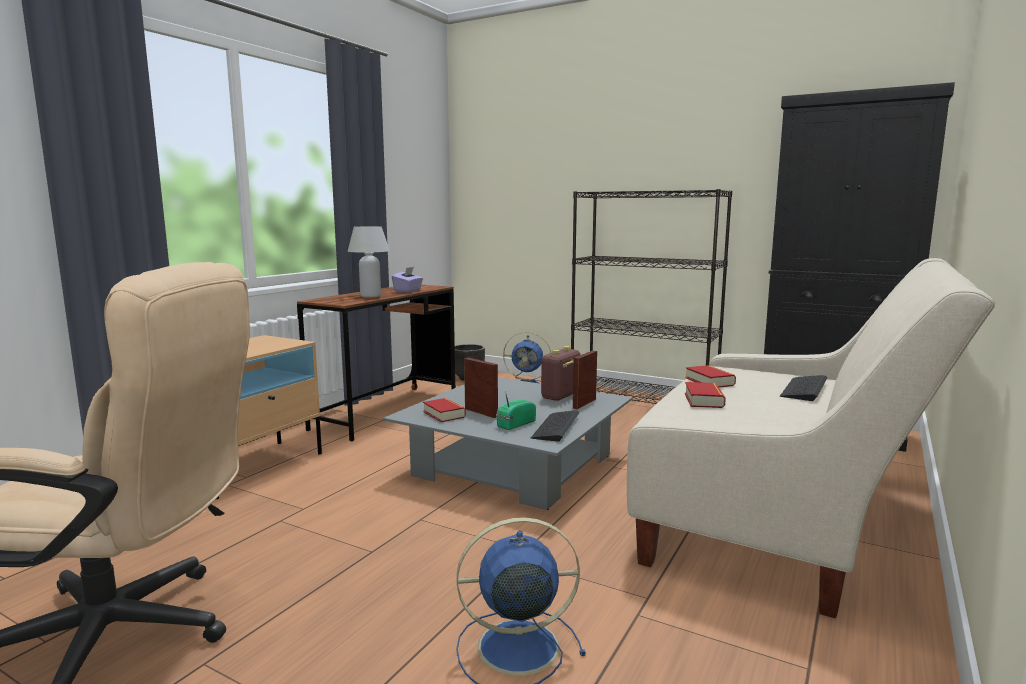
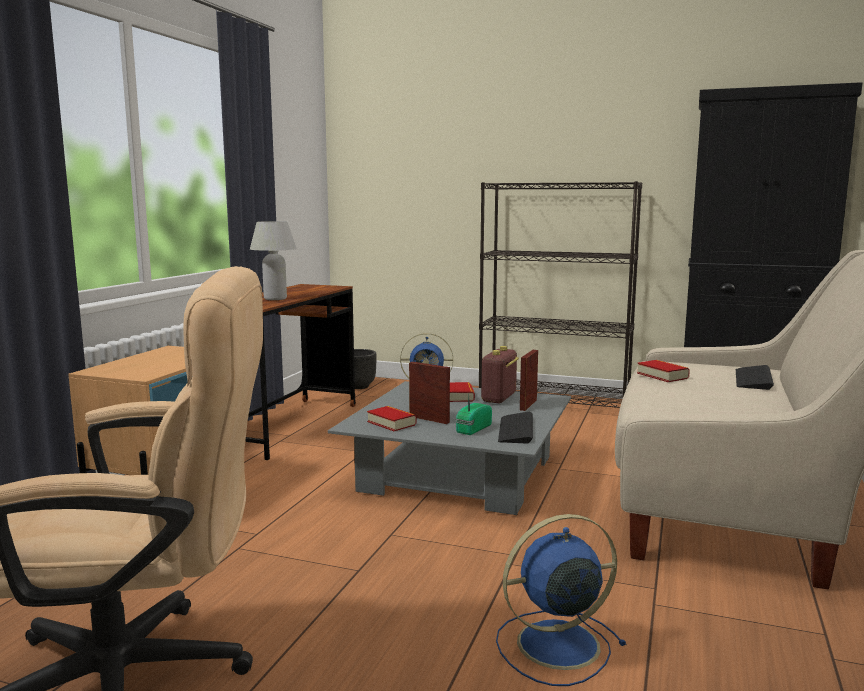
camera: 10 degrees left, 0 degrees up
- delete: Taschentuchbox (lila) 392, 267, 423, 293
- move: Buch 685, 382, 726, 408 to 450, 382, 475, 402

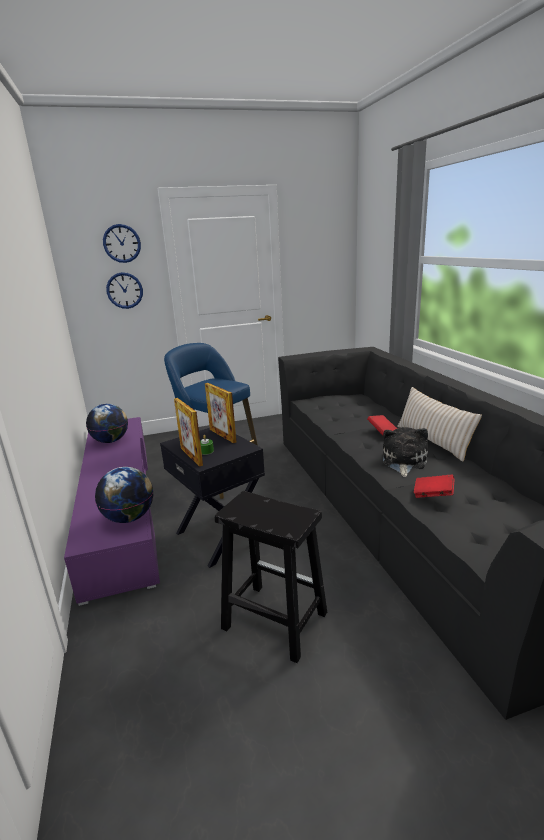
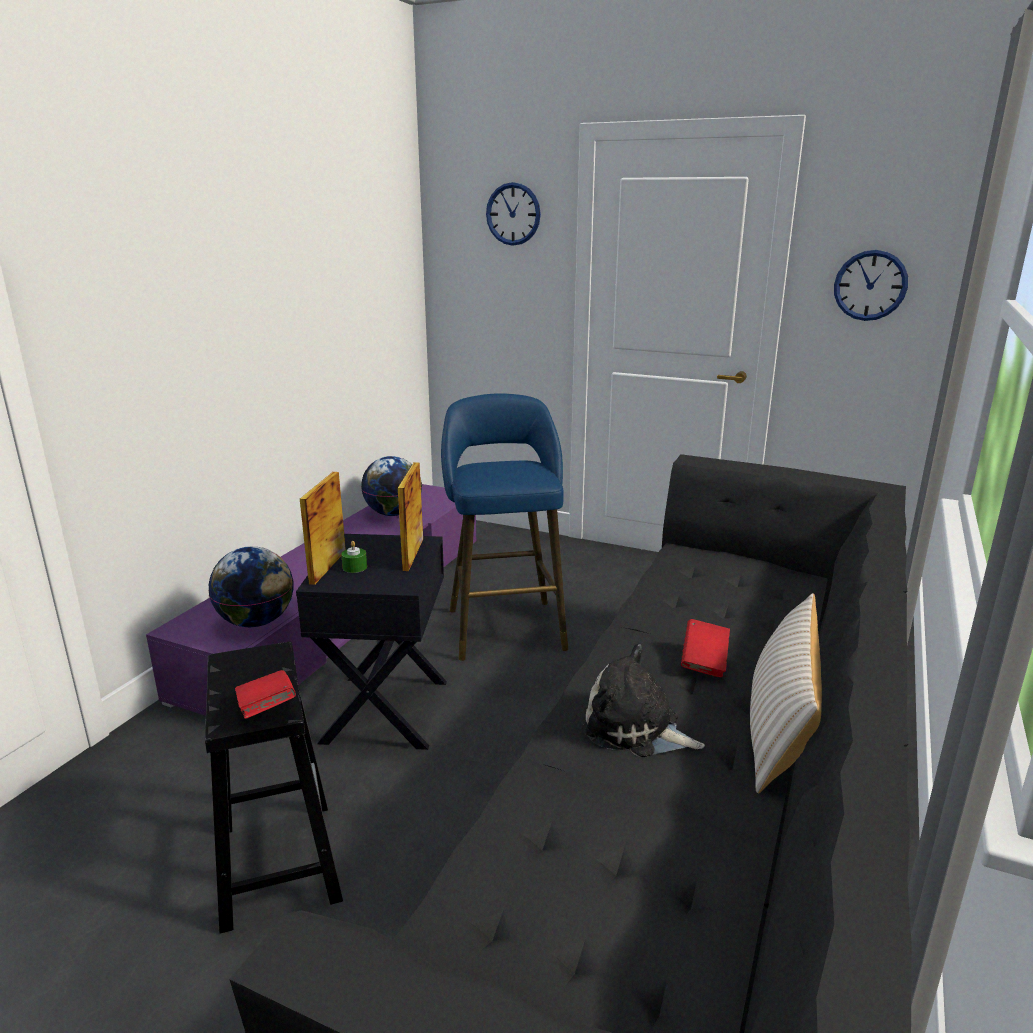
camera: 40 degrees right, 0 degrees up
- move: Wanduhr 106, 272, 143, 309 to 834, 250, 908, 321
- move: Buch (rot) 414, 474, 455, 498 to 235, 670, 296, 719
- rotate: Plüschtier 383, 427, 428, 477 = 582, 644, 705, 758 120 degrees counterclockwise

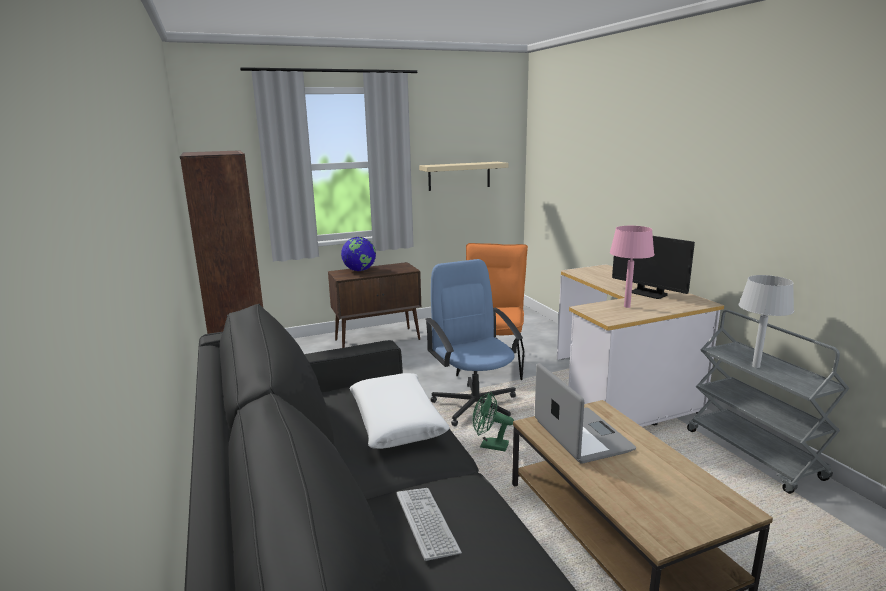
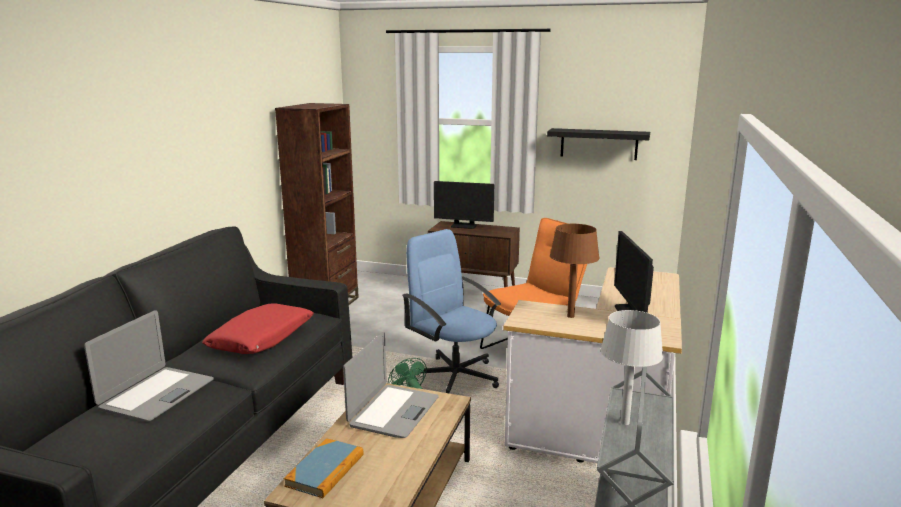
camera: 40 degrees right, 0 degrees up
- insert: Buch 284, 438, 364, 498
- replace: Globus 341, 237, 376, 271 to Monitor 434, 181, 494, 229
- replace: Tastatur 397, 488, 462, 561 to Laptop 84, 310, 214, 421
- recolor: Kissen (weiß) 349, 373, 450, 449 to Kissen (rot) 202, 303, 314, 354
- recolor: Wandregal (beige) 419, 162, 508, 191 to Wandregal (schwarz) 547, 128, 650, 160
- recolor: Tischlampe (rosa) 610, 226, 654, 308 to Tischlampe (braun) 550, 224, 600, 318
- rotate: Bürostuhl (blau) 425, 259, 523, 426 = 402, 229, 501, 394 60 degrees counterclockwise

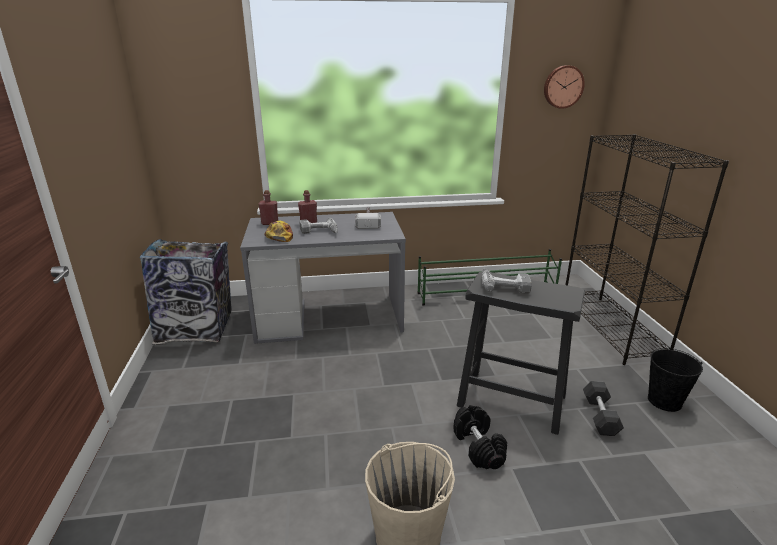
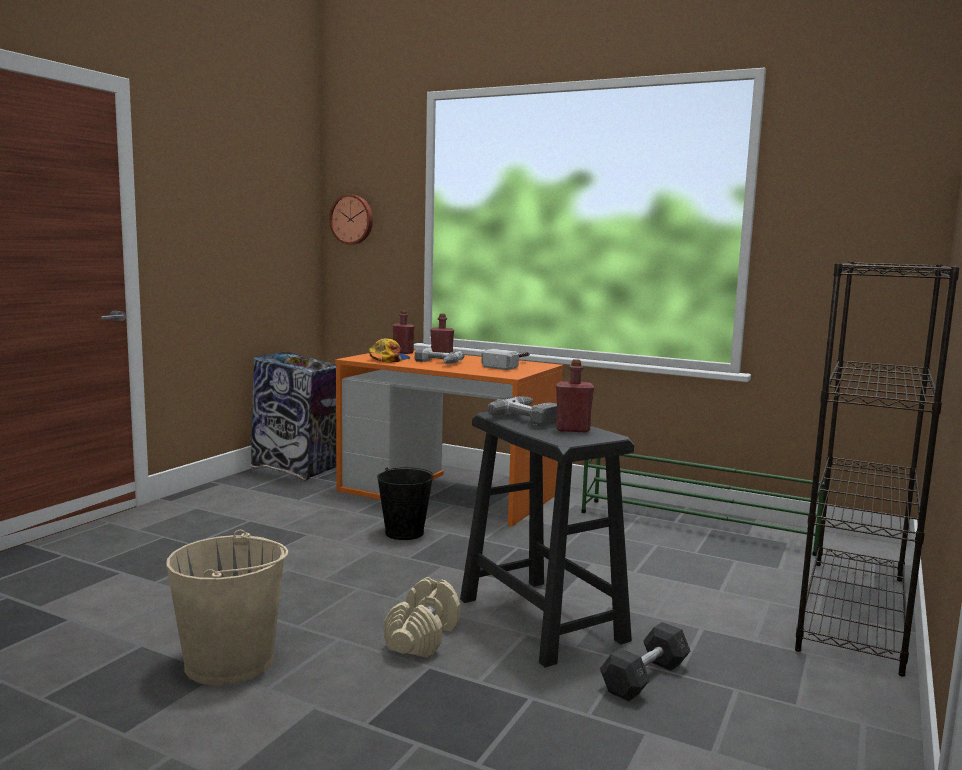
camera: 35 degrees right, 15 degrees down
- insert: Flasche (rot) 556, 359, 594, 432
- move: Wanduhr 544, 65, 585, 109 to 329, 194, 373, 245
- move: Eimer (schwarz) 648, 348, 703, 412 to 377, 467, 434, 540
- recolor: Schreibtisch (grau) 240, 212, 406, 344 to Schreibtisch (orange) 335, 350, 563, 527
- recolor: Hantel (schwarz) 453, 405, 507, 469 to Hantel (beige) 384, 577, 460, 658

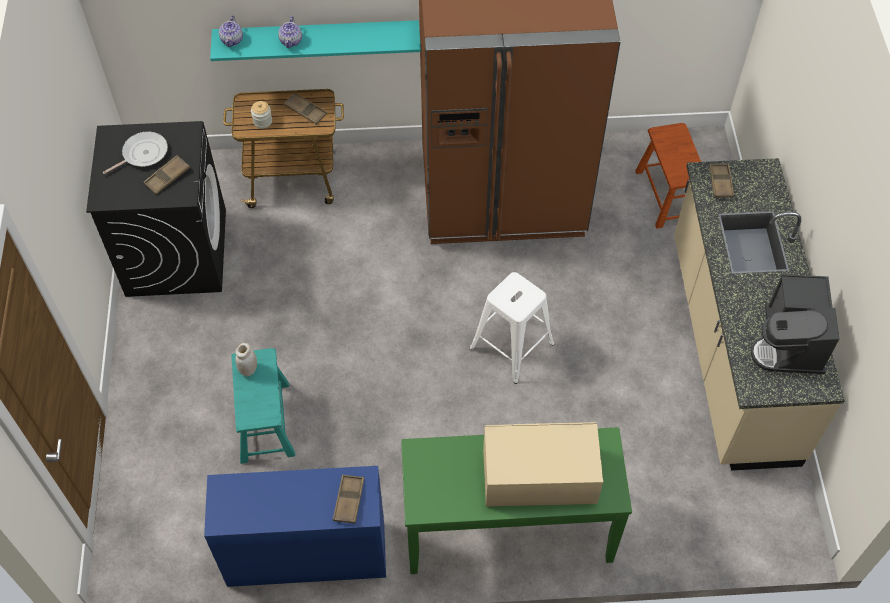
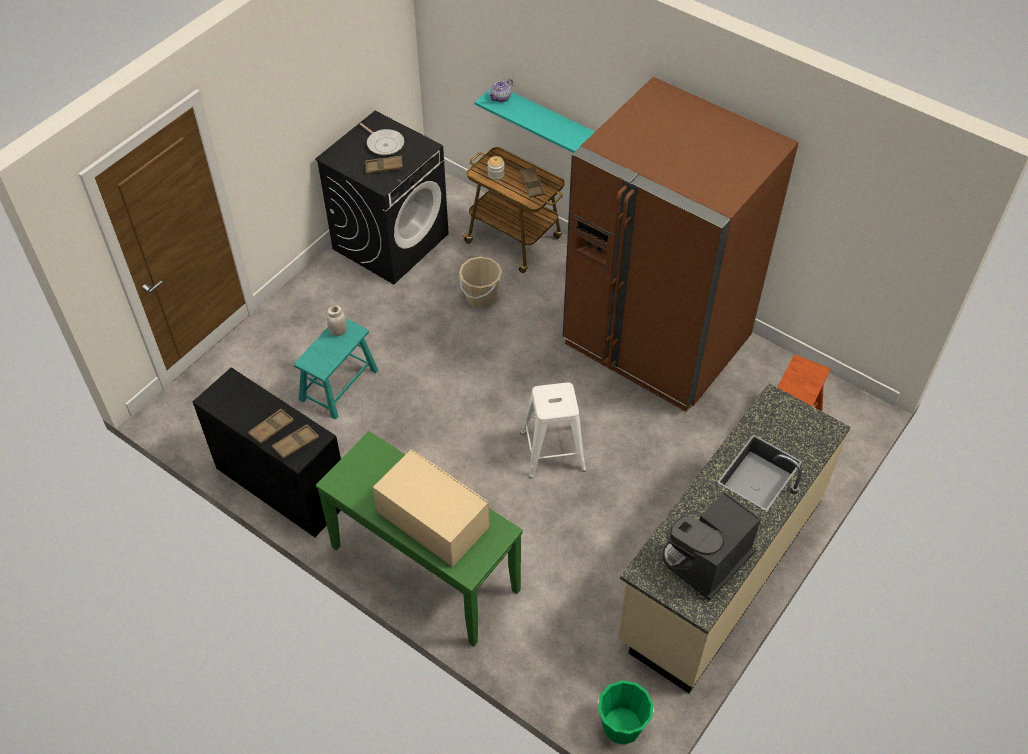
camera: 40 degrees right, 5 degrees down
- delete: Teekanne 278, 16, 302, 48
- insert: Eimer (beige) 459, 257, 502, 309
- insert: Eimer (grün) 598, 680, 654, 745
- move: Tablett (braun) 709, 164, 734, 198 to 248, 409, 294, 444
- recolor: Schreibtisch (blau) 204, 466, 386, 587 to Schreibtisch (schwarz) 193, 367, 341, 537
- rotate: Pfanne 102, 132, 168, 174 = 360, 123, 404, 156 45 degrees clockwise

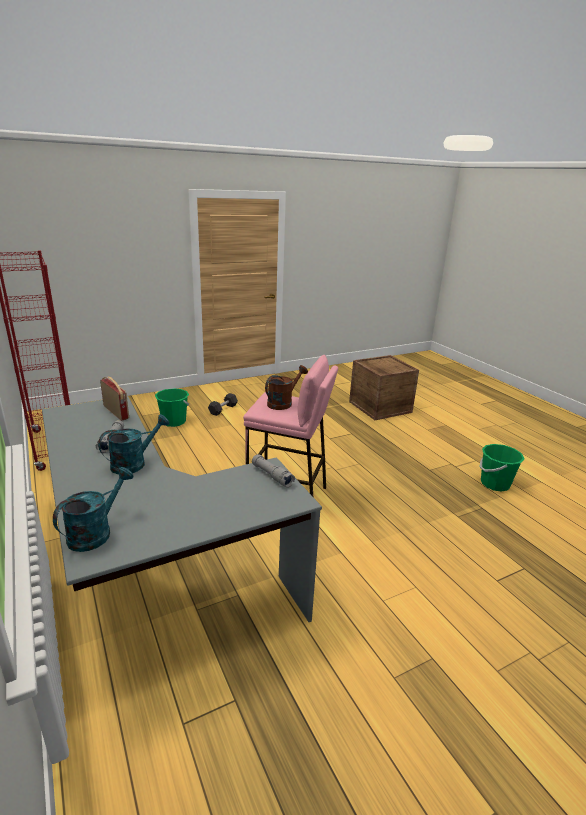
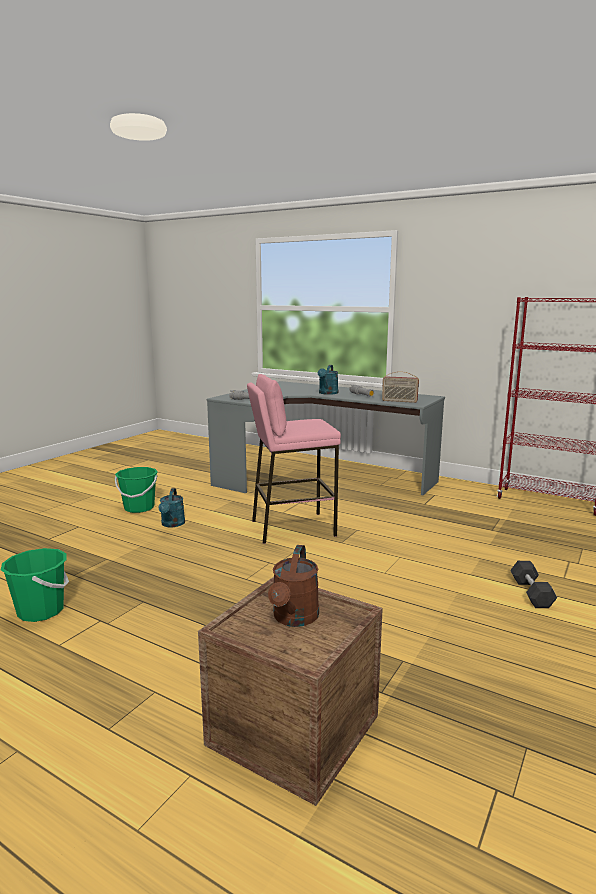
camera: 150 degrees right, 10 degrees down
- move: Gießkanne (türkis) 53, 467, 133, 552 to 159, 488, 185, 527
- move: Eimer (grün) 155, 388, 189, 427 to 115, 467, 158, 513
- move: Gießkanne (braun) 265, 365, 308, 410 to 268, 545, 319, 627

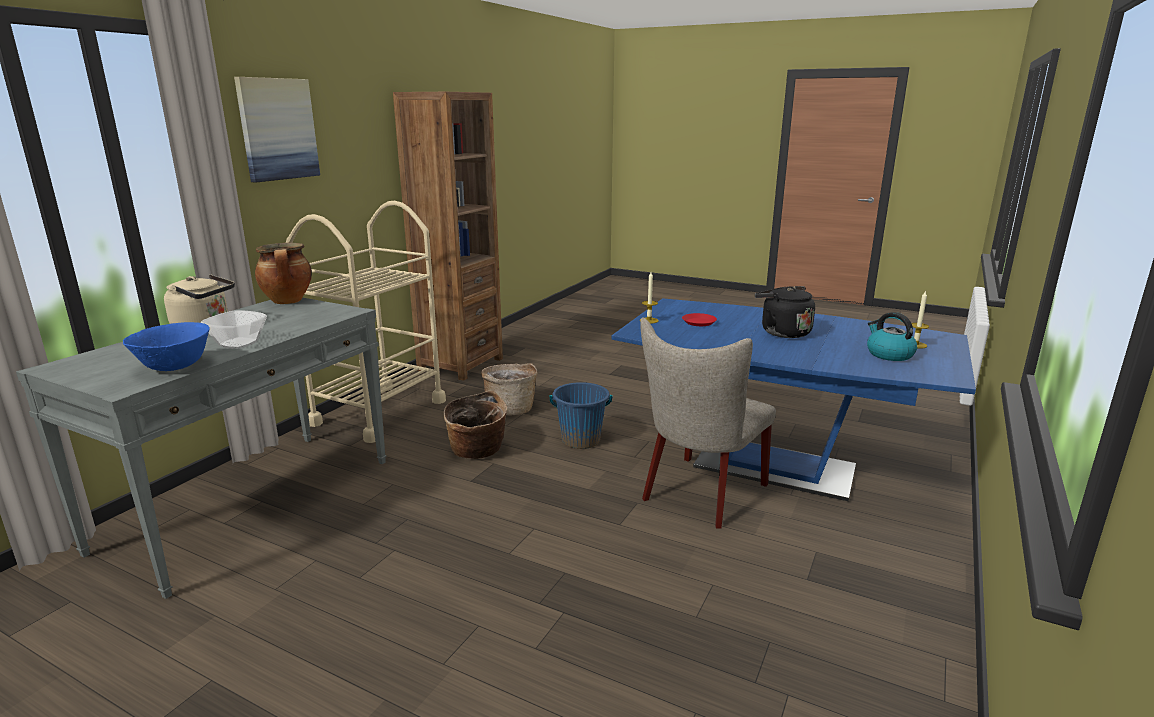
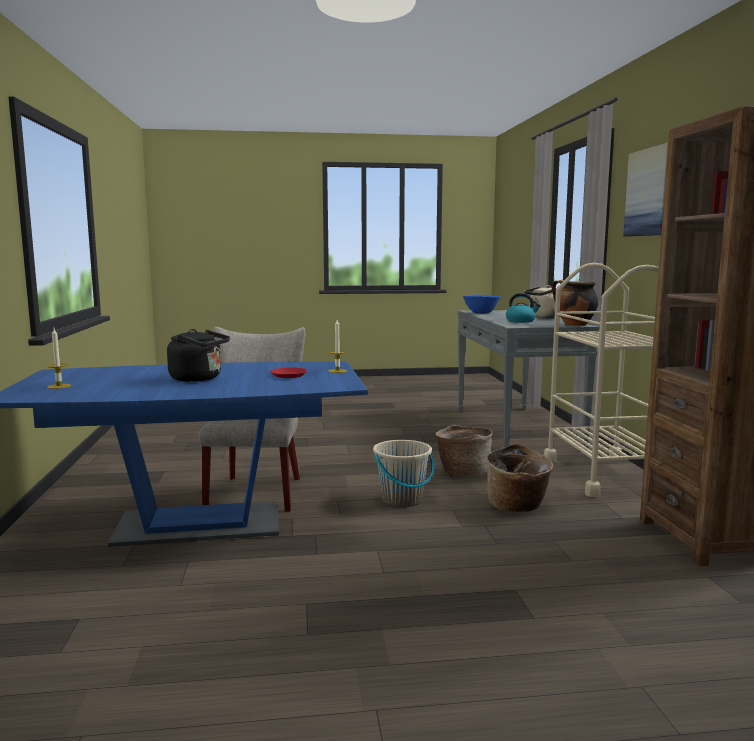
camera: 145 degrees right, 10 degrees down
- delete: Schüssel 200, 310, 267, 349
- move: Wasserkessel 867, 312, 917, 361 to 506, 293, 541, 323
- recolor: Eimer (blau) 550, 382, 613, 449 to Eimer (beige) 373, 440, 435, 507

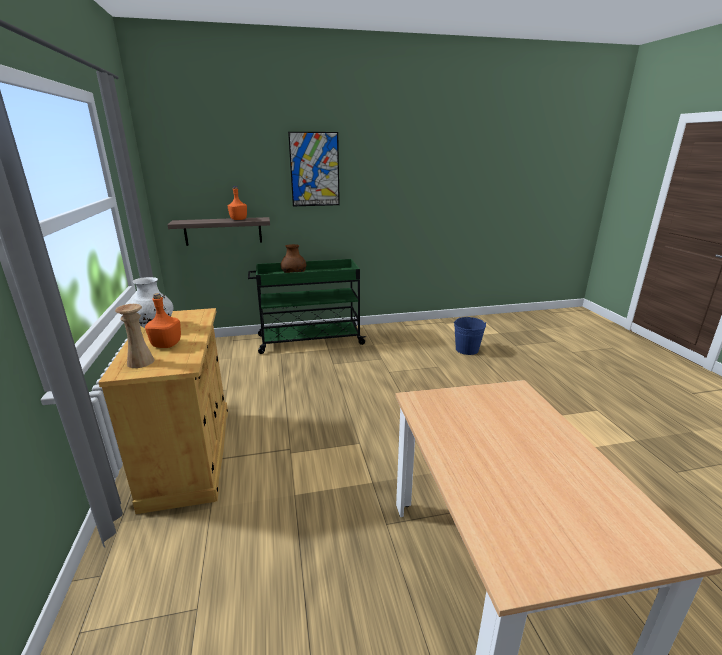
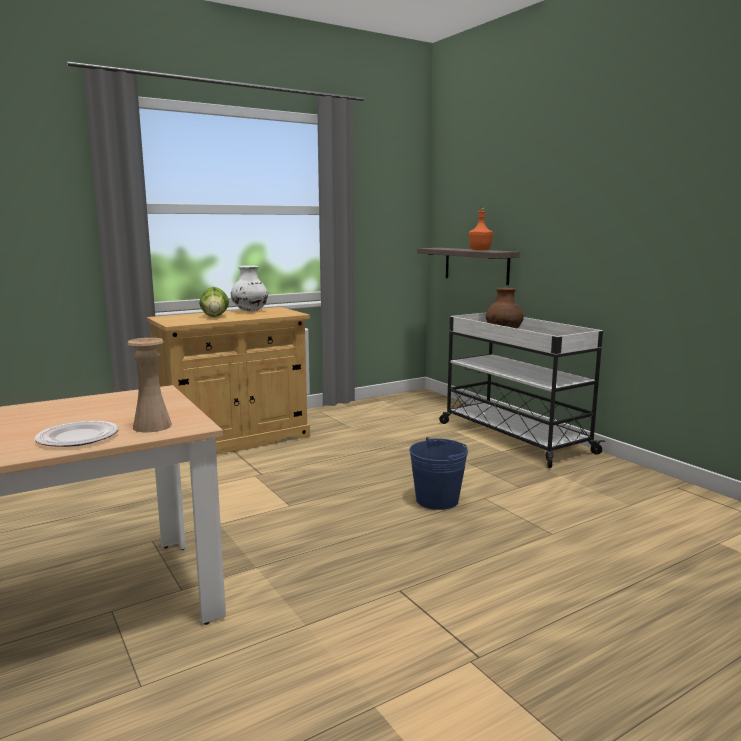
camera: 70 degrees right, 10 degrees down
- delete: Bild 288, 132, 340, 206
- insert: Teller 35, 421, 119, 447
- move: Vase (beige) 115, 304, 155, 368 to 127, 338, 172, 432
- move: Eimer (blau) 454, 317, 486, 355 to 409, 437, 468, 510
- replace: Flasche (orange) 145, 293, 181, 348 to Salatkopf 199, 287, 229, 317
- recolor: Rollwagen (grün) 248, 259, 367, 354 to Rollwagen (weiß) 439, 312, 605, 468

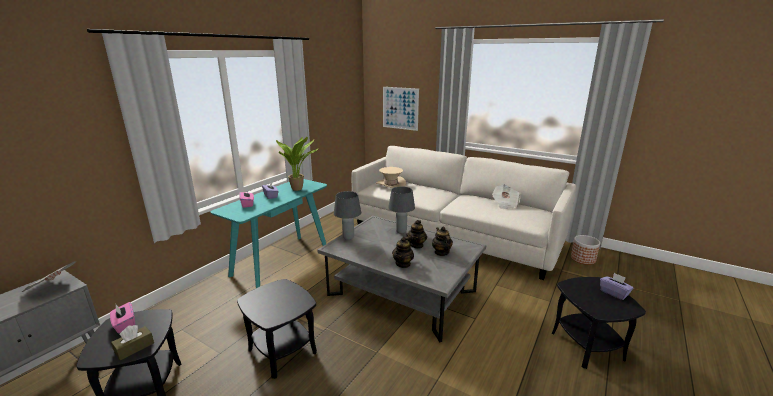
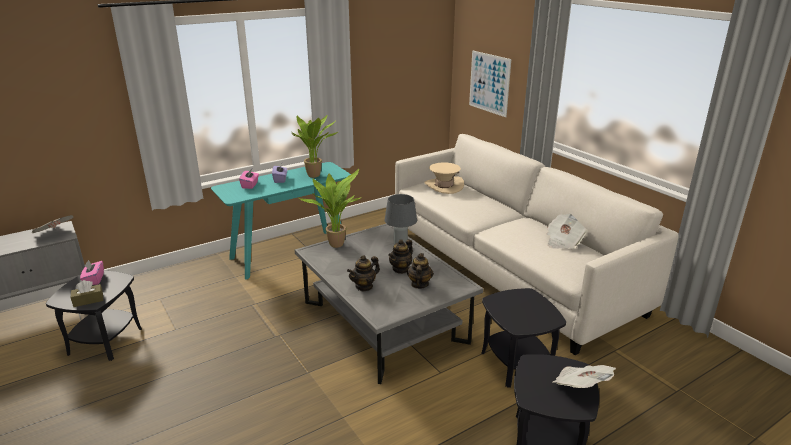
camera: 25 degrees right, 5 degrees up
- delete: Pflanzkübel 571, 235, 600, 265
- move: Beistelltisch (schwarz) 237, 279, 317, 379 to 481, 288, 566, 388
- replace: Tischlampe (grau) 334, 191, 361, 240 to Topfpflanze 299, 169, 362, 248
- replace: Taschentuchbox (lila) 600, 273, 634, 300 to Zeitung 553, 365, 616, 388

